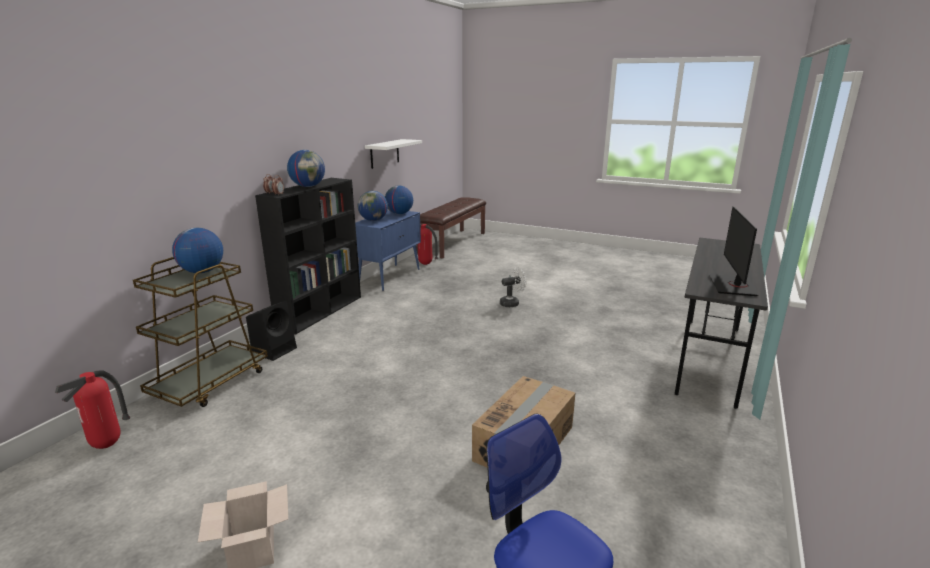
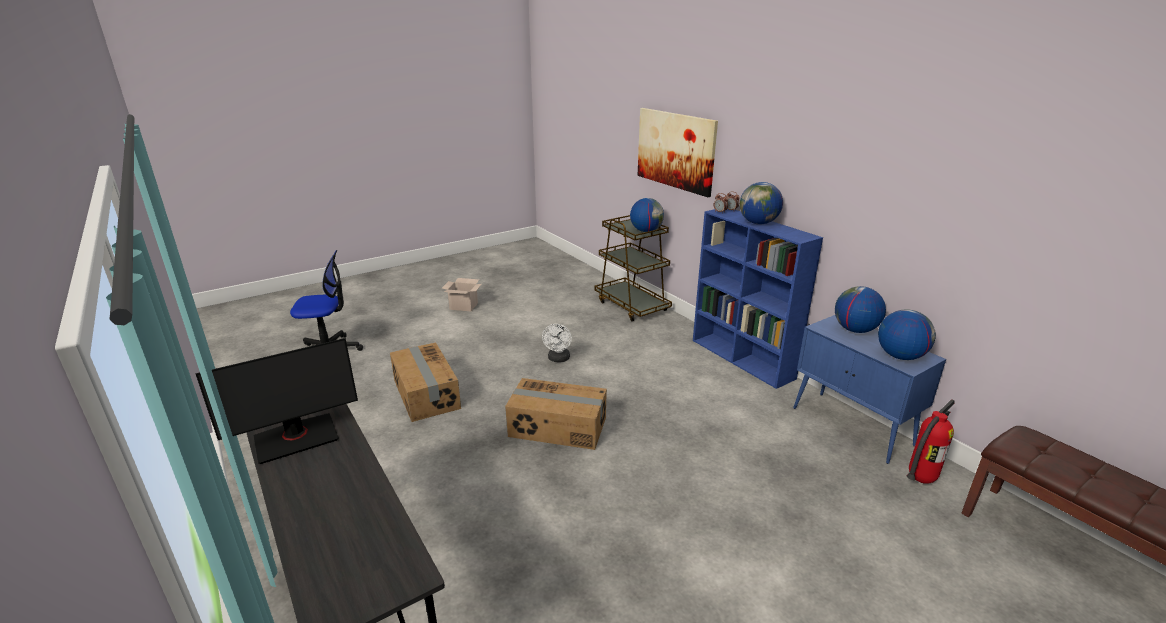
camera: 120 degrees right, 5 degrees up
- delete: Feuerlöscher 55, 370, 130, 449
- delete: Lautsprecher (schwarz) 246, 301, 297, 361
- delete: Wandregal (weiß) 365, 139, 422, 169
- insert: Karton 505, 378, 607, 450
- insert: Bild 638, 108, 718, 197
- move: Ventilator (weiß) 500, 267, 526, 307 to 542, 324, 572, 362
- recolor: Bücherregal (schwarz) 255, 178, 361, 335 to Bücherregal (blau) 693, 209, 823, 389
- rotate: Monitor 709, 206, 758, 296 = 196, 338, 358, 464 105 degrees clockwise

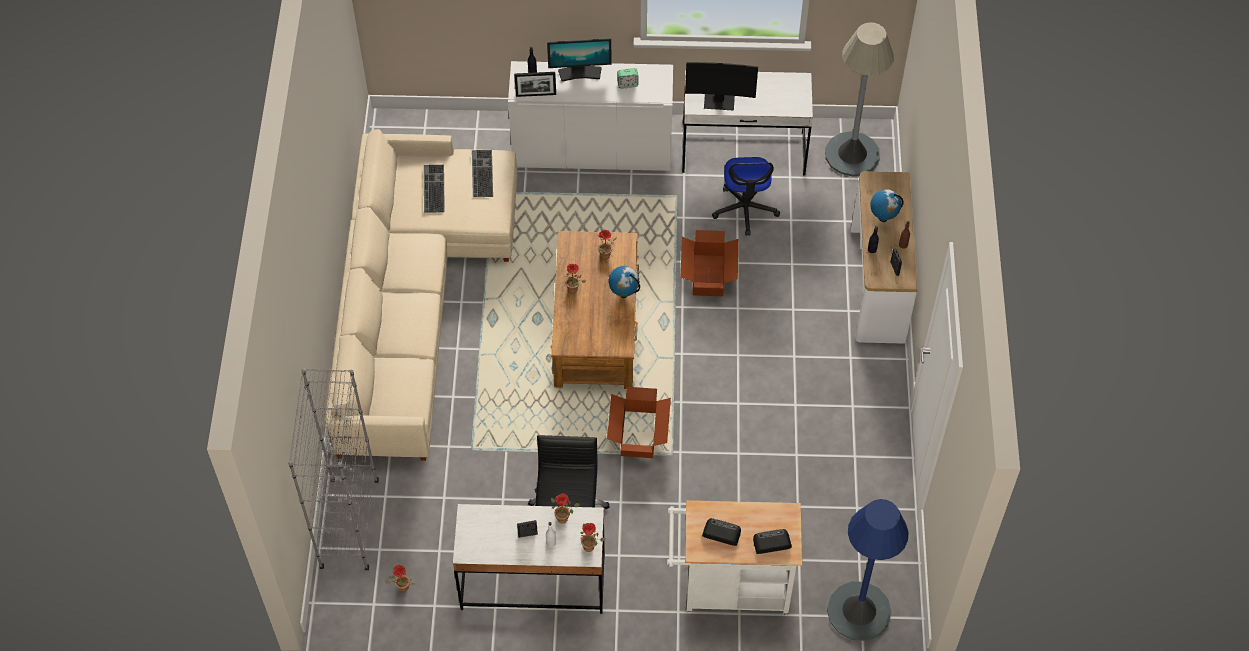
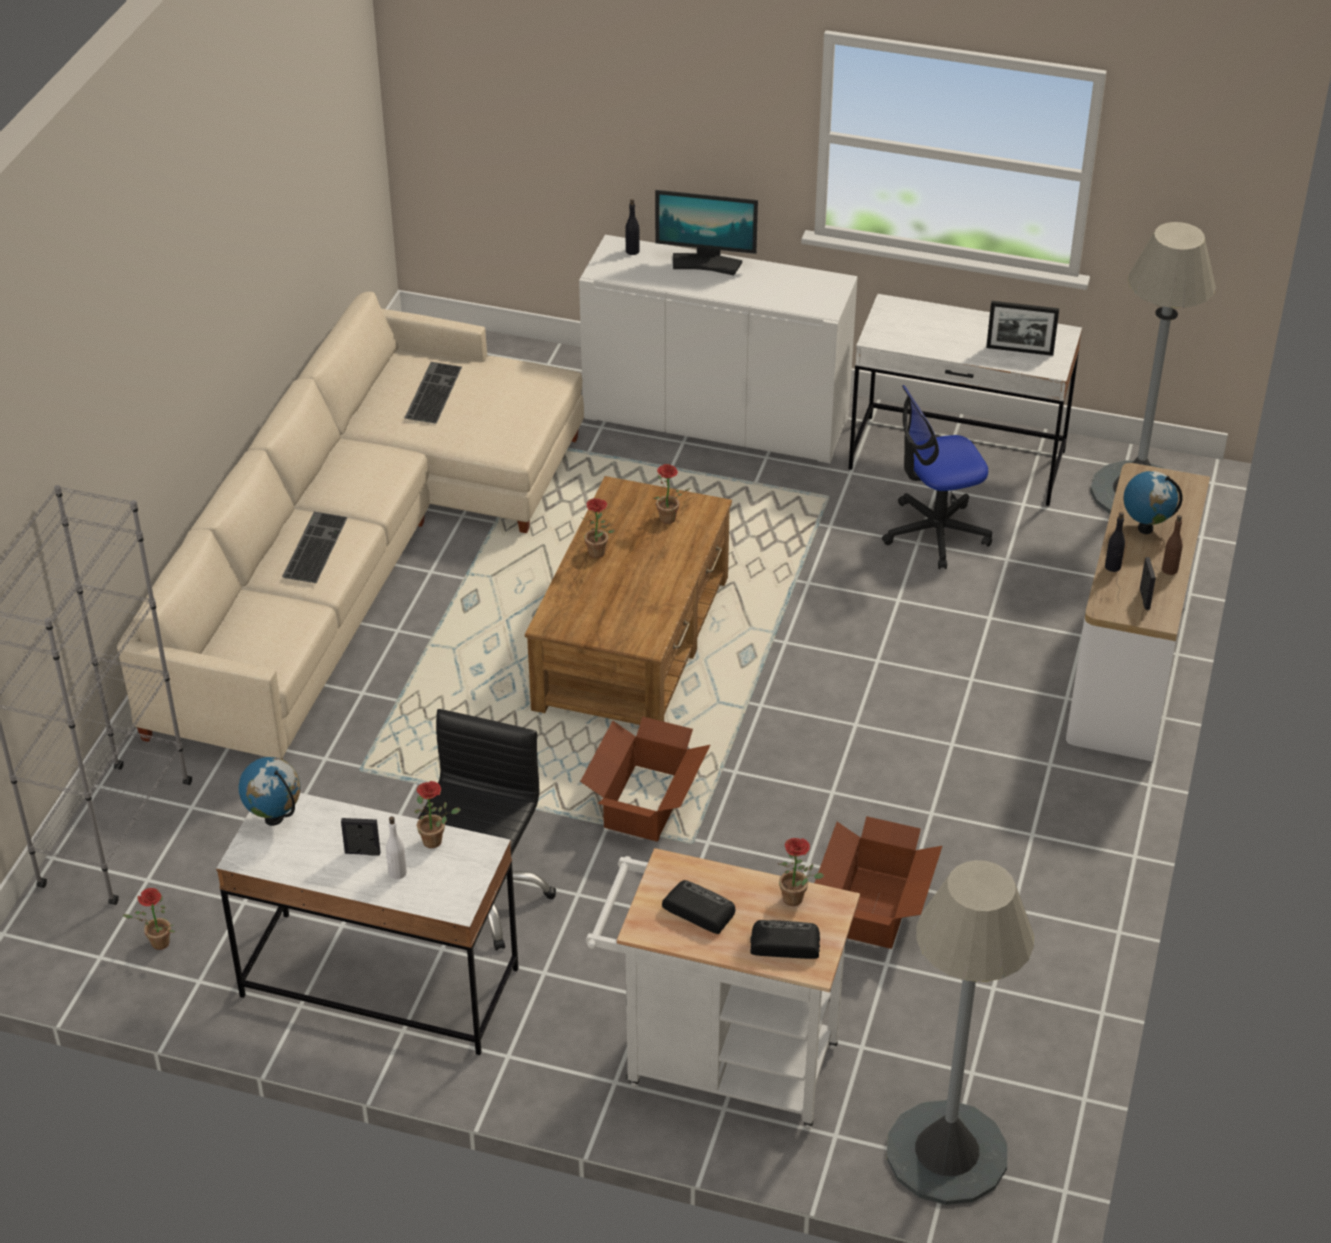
camera: 15 degrees right, 15 degrees down
- delete: Wecker 617, 68, 638, 89
- delete: Monitor 685, 62, 758, 111
- move: Tastatur 472, 150, 493, 197 to 282, 512, 348, 583
- move: Bilderrahmen 514, 72, 556, 97 to 986, 301, 1059, 356
- move: Topfpflanze 580, 523, 606, 552 to 779, 838, 824, 906
- move: Globus 609, 266, 640, 298 to 238, 757, 301, 826
- move: Karton 681, 230, 738, 296 to 815, 816, 942, 949
- recolor: Stehlampe (blau) 827, 499, 909, 641 to Stehlampe (grau) 887, 860, 1034, 1205
- rotate: Bürostuhl 712, 157, 780, 236 = 882, 385, 992, 569 60 degrees clockwise

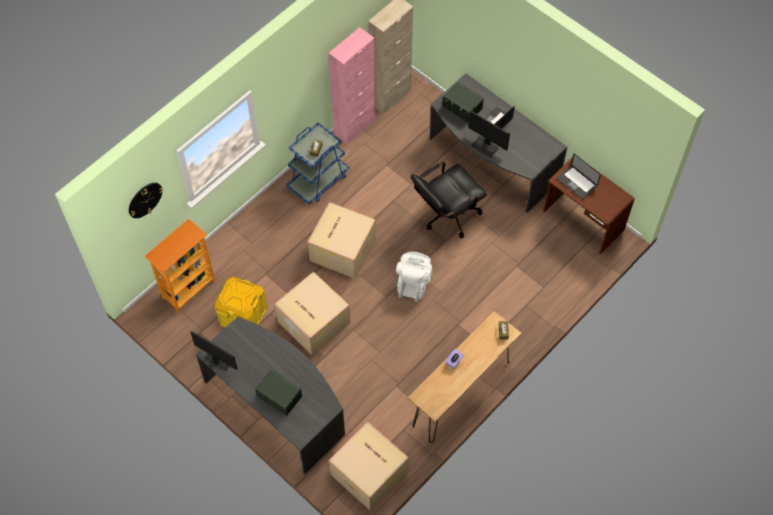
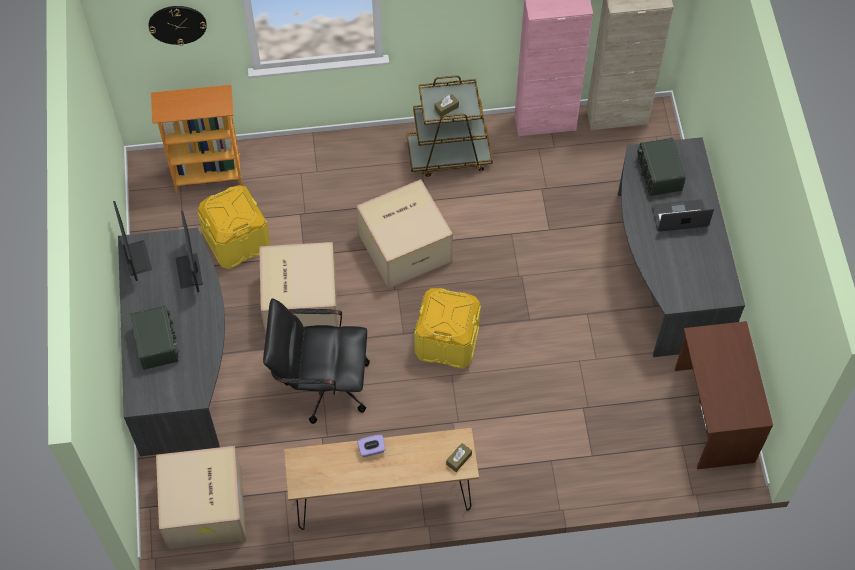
camera: 40 degrees right, 0 degrees up
- delete: Laptop 557, 153, 601, 199
- move: Bürostuhl (schwarz) 411, 161, 487, 238 to 263, 298, 370, 424
- move: Monitor 468, 110, 510, 158 to 175, 211, 203, 292
- replace: Rucksack (weiß) 396, 252, 433, 302 to Aufbewahrungsbox (gelb) 414, 288, 481, 369
- recolor: Rollwagen (blau) 287, 123, 349, 205 to Rollwagen (braun) 407, 75, 493, 177

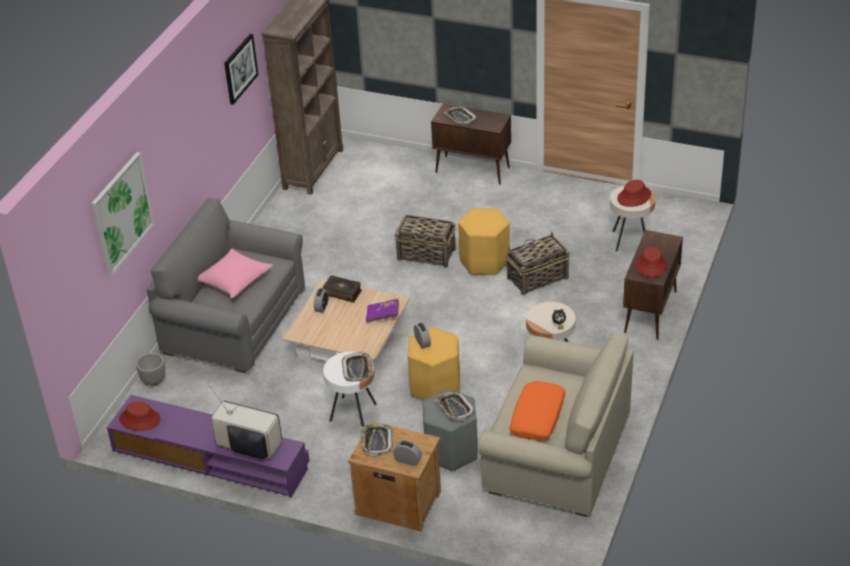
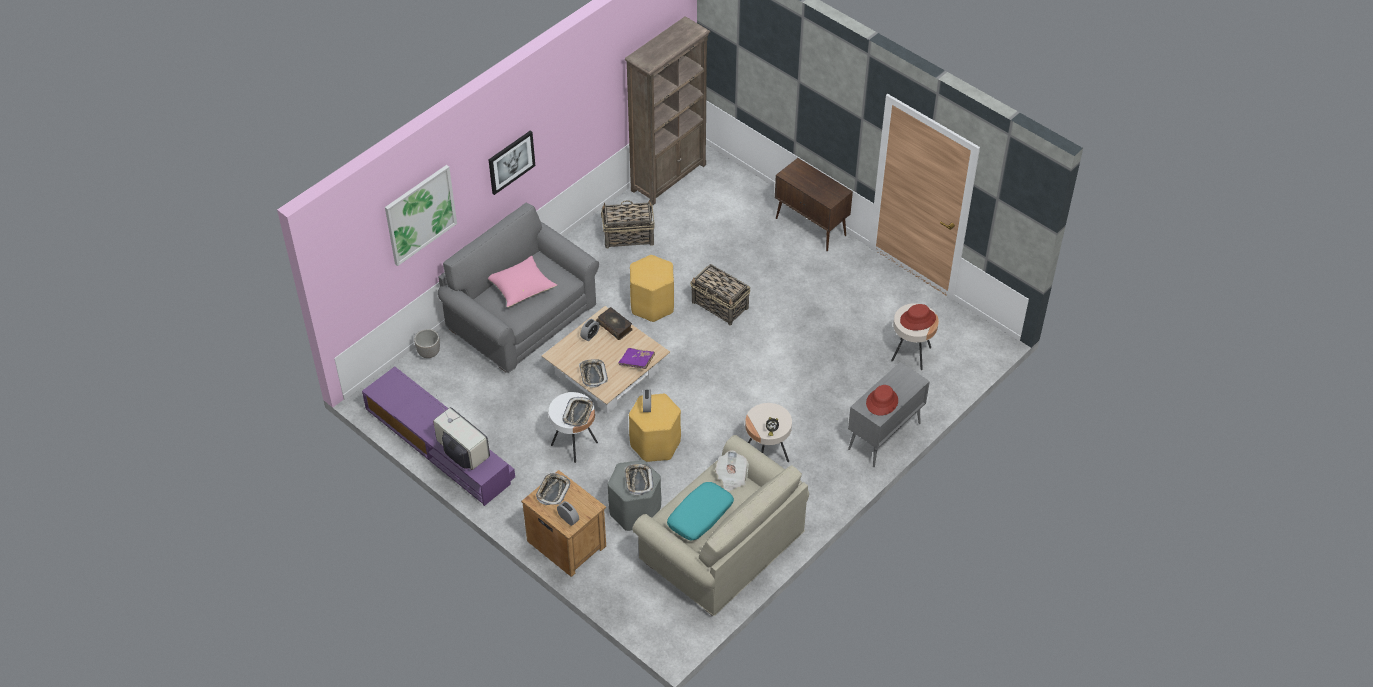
camera: 20 degrees right, 10 degrees up
- delete: Hut (rot) 119, 401, 161, 431
- insert: Zeitung 715, 450, 749, 491
- move: Bild 224, 33, 259, 105 to 488, 131, 535, 195
- move: Tablett 444, 106, 477, 125 to 579, 359, 608, 388
- move: Hocker (gelb) 458, 208, 510, 275 to 630, 255, 674, 322
- move: Korb 506, 232, 570, 295 to 601, 200, 655, 249
- recolor: Kissen (orange) 510, 381, 565, 440 to Kissen (türkis) 667, 482, 734, 541
- recolor: Schrank (braun) 623, 230, 683, 340 to Schrank (grau) 848, 362, 930, 467

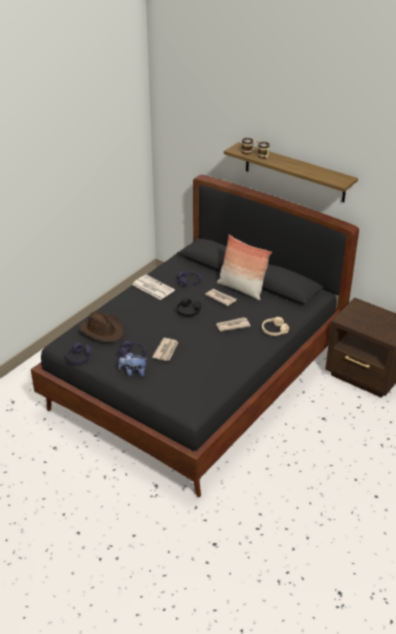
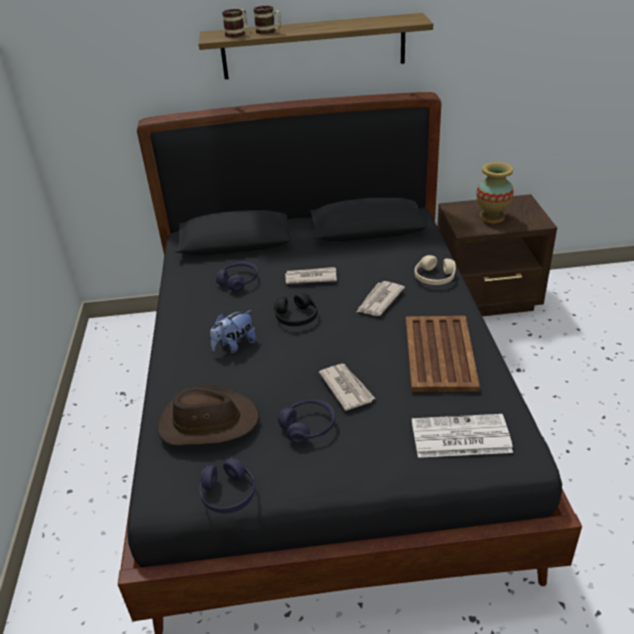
camera: 40 degrees left, 0 degrees up
- delete: Kissen 217, 234, 272, 300
- insert: Tablett (braun) 406, 316, 480, 392
- insert: Vase 476, 162, 514, 223
- move: Plüschtier 118, 352, 147, 377 to 210, 310, 257, 353
- move: Zeitung 132, 275, 175, 300 to 412, 414, 513, 458

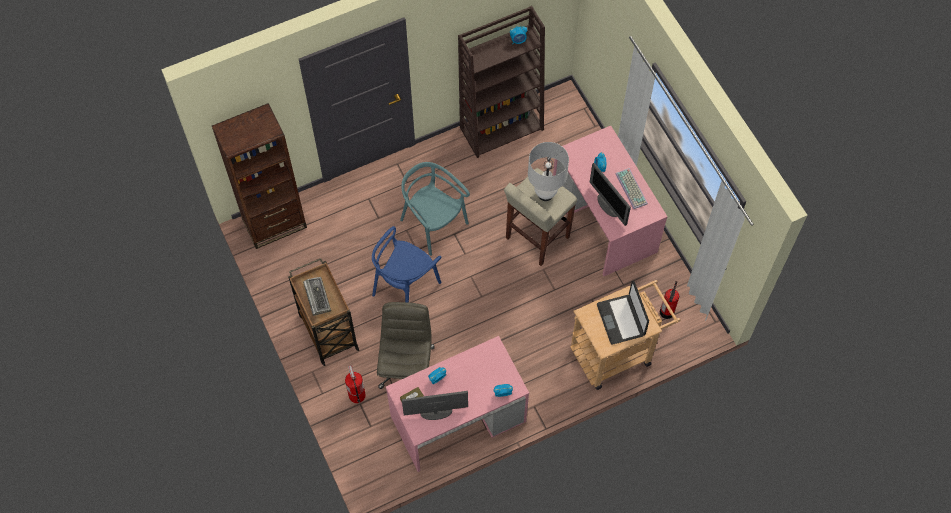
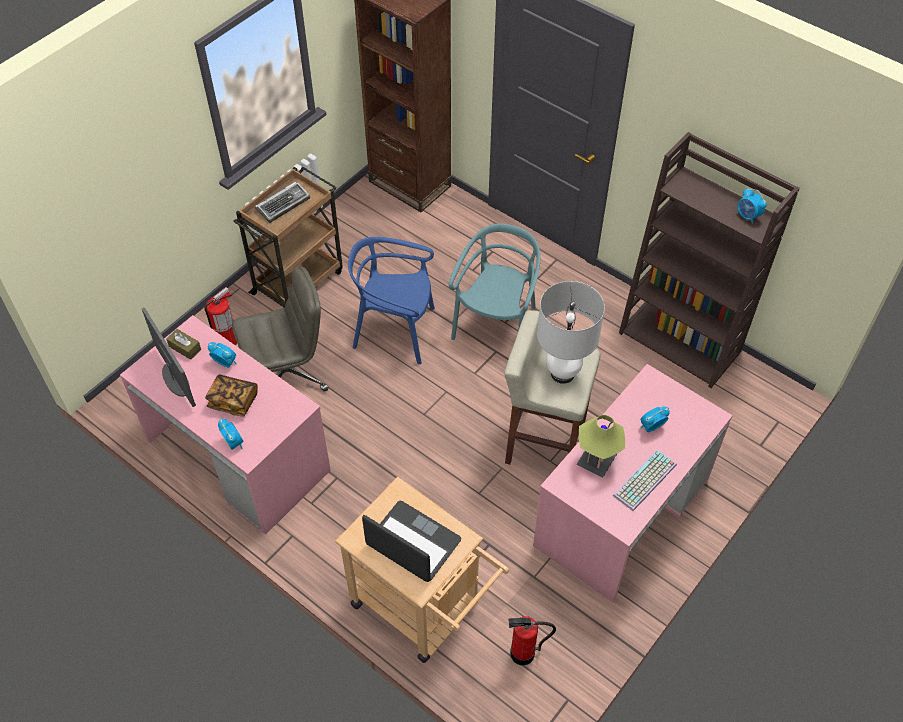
camera: 65 degrees right, 10 degrees down
- insert: Buch 205, 374, 258, 416
- replace: Monitor 590, 163, 631, 226 to Tischlampe 577, 414, 625, 477
- rotate: Laptop 597, 281, 649, 345 = 362, 501, 461, 582 75 degrees clockwise

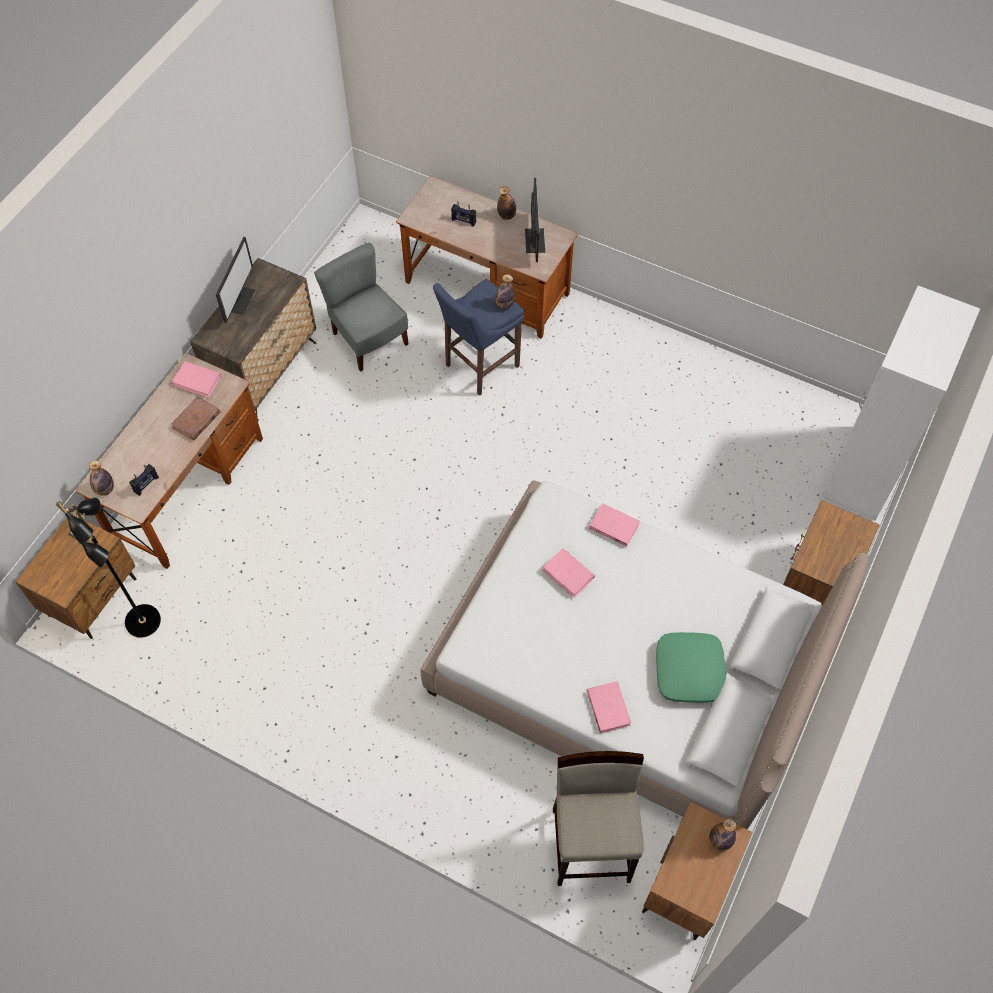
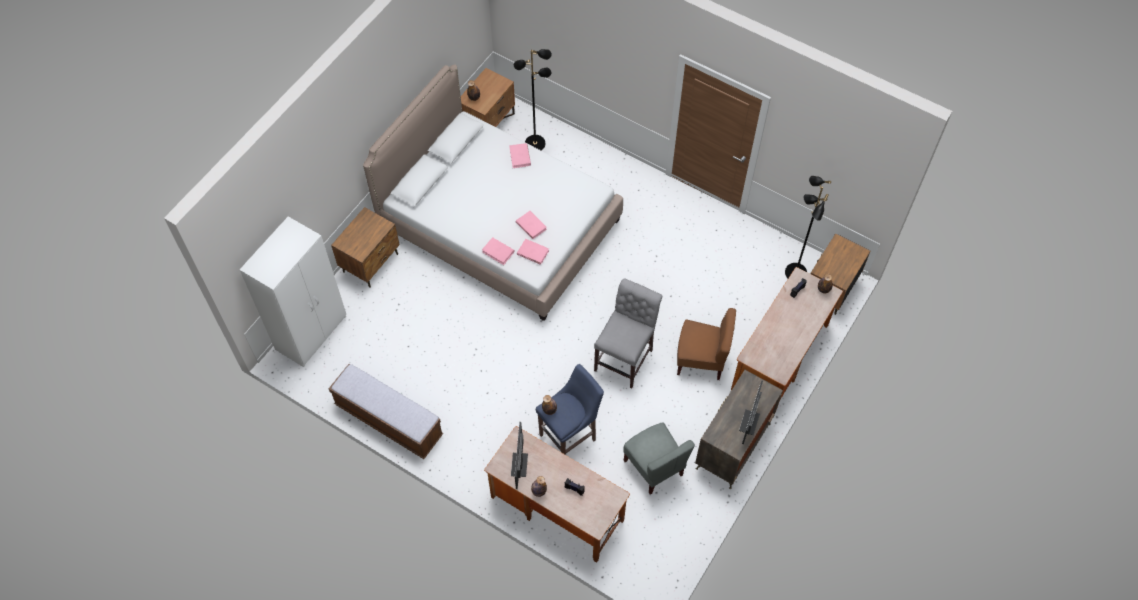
camera: 175 degrees left, 0 degrees up
- delete: Buch (braun) 171, 396, 221, 441
- delete: Kissen (grün) 656, 632, 726, 703
- insert: Bank 329, 364, 443, 459
- insert: Stuhl (grau) 594, 278, 663, 388
- insert: Stuhl (braun) 677, 308, 736, 380
- move: Buch (rosa) 172, 361, 221, 398 to 517, 239, 549, 265
- replace: Hocker (beige) 553, 751, 644, 886 to Stehlampe (schwarz) 514, 49, 552, 150

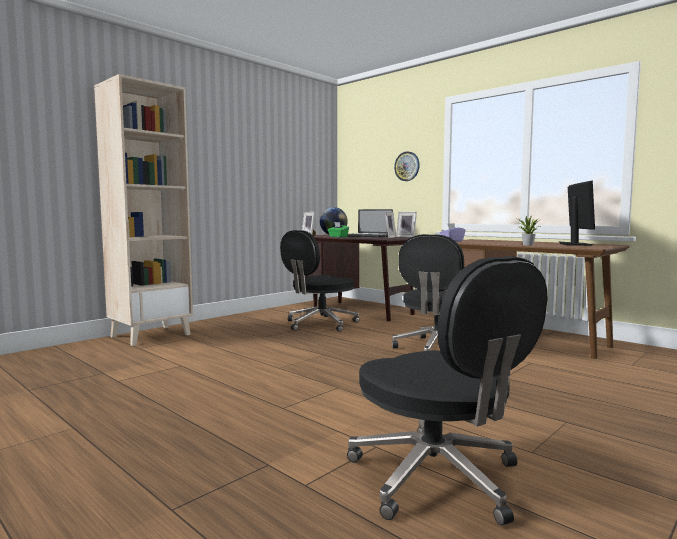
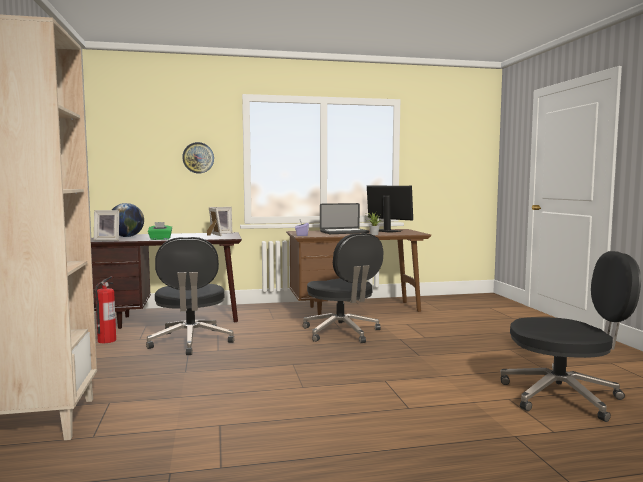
camera: 55 degrees left, 0 degrees up
- insert: Feuerlöscher 94, 276, 116, 343
- move: Laptop 347, 209, 393, 237 to 320, 203, 370, 234

